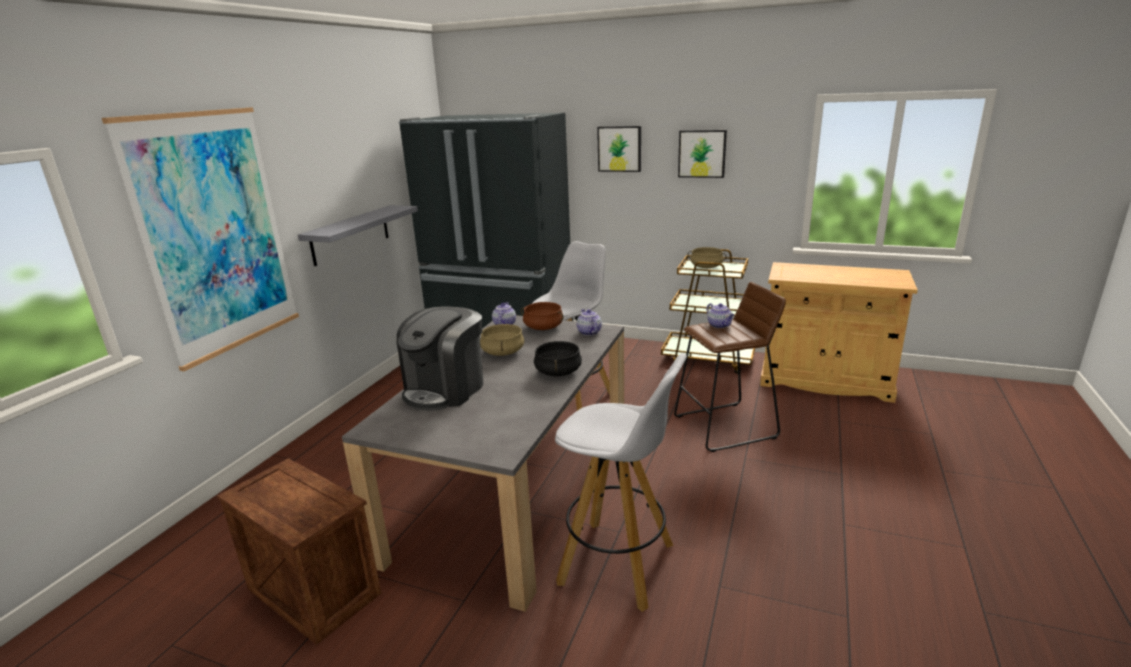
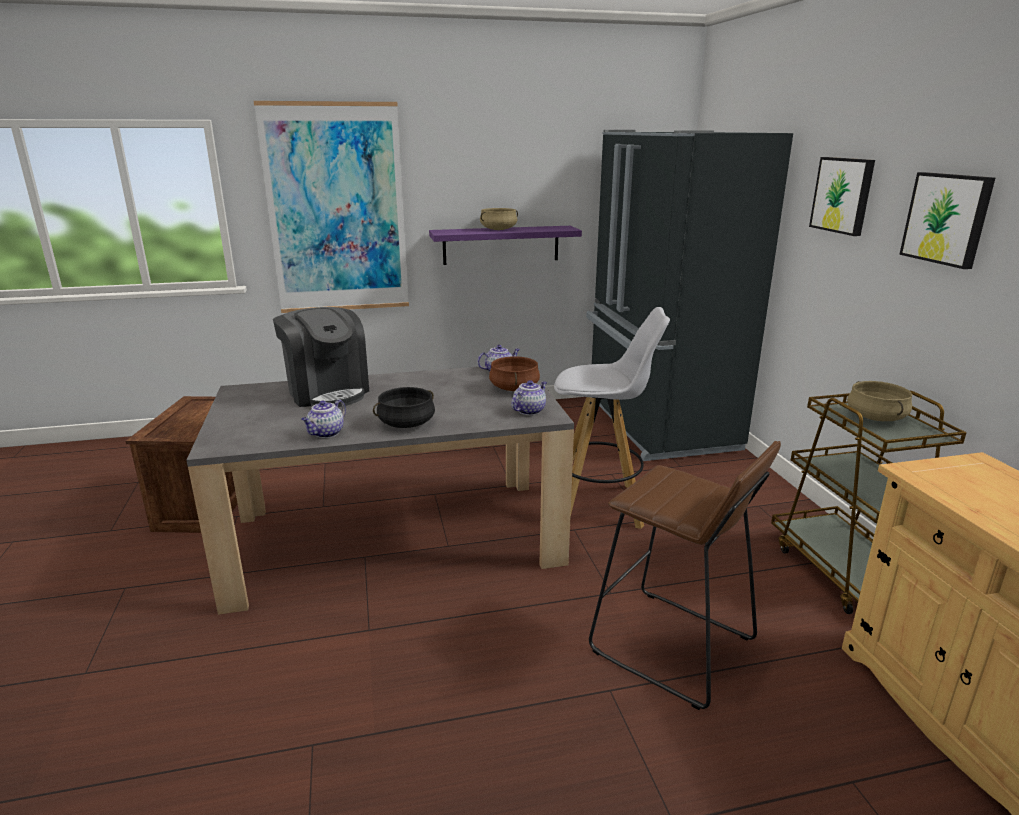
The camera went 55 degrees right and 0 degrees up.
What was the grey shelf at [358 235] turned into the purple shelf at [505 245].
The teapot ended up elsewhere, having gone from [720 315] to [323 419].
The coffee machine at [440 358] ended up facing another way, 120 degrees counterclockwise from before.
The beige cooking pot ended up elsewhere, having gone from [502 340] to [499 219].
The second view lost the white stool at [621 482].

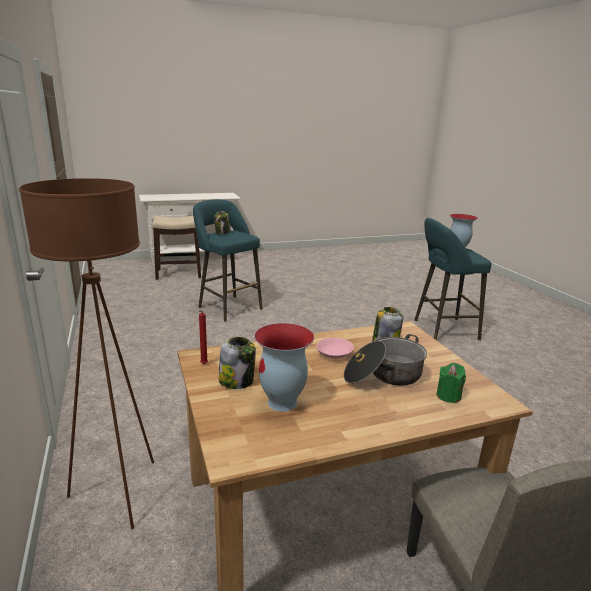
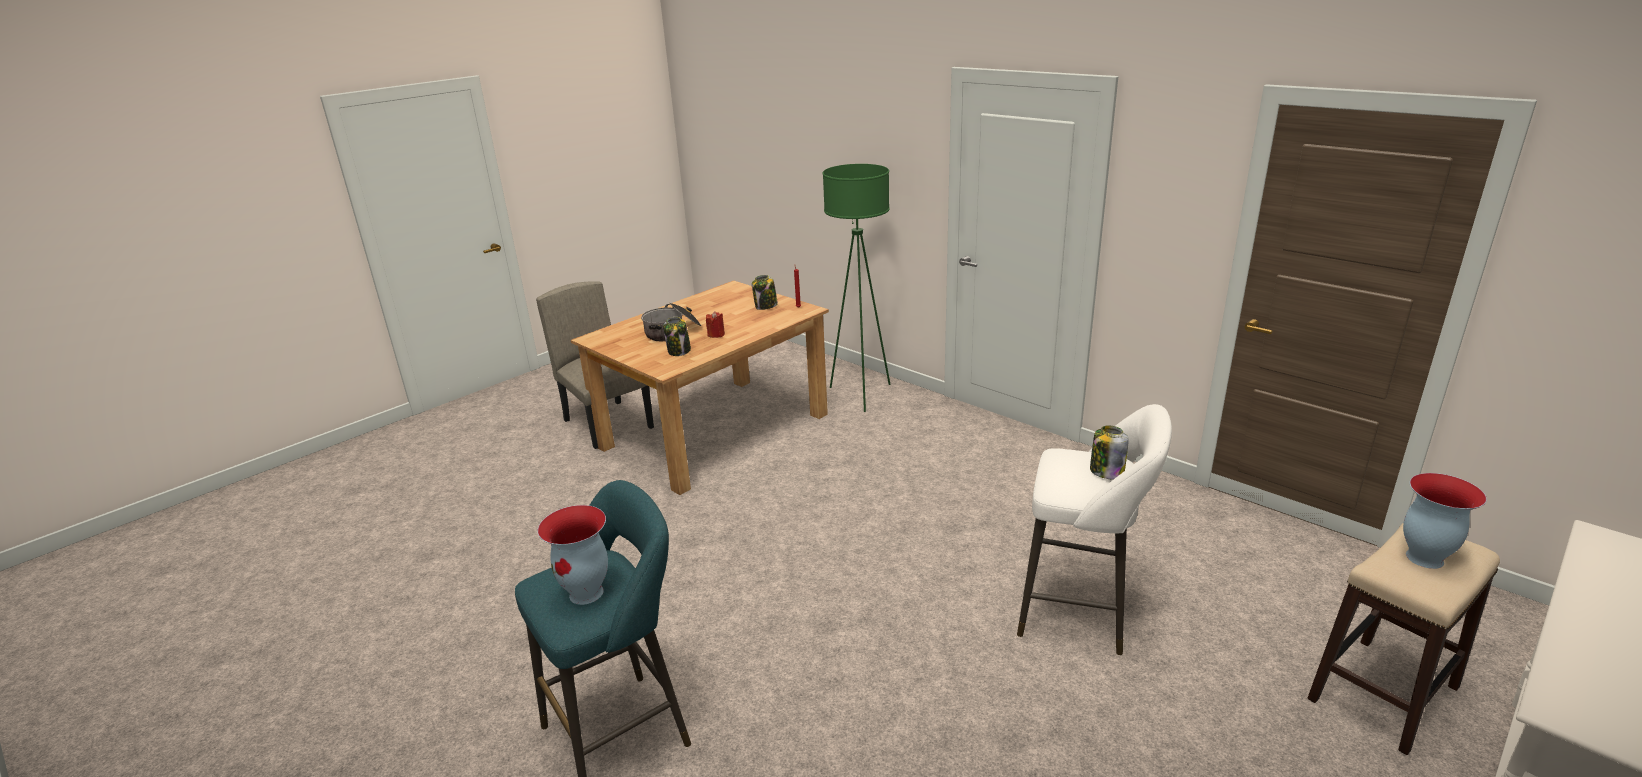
The camera went 155 degrees right and 5 degrees up.
What was the brown floor lamp at [86 353] turned into the green floor lamp at [856 288].
What was the turquoise stool at [228 260] turned into the white stool at [1094 529].
The vase ended up elsewhere, having gone from [284 367] to [1445 521].
Where the pink bowl stood at [335 348], the red candle came to stand at [715 324].
The second view lost the green candle at [451 383].

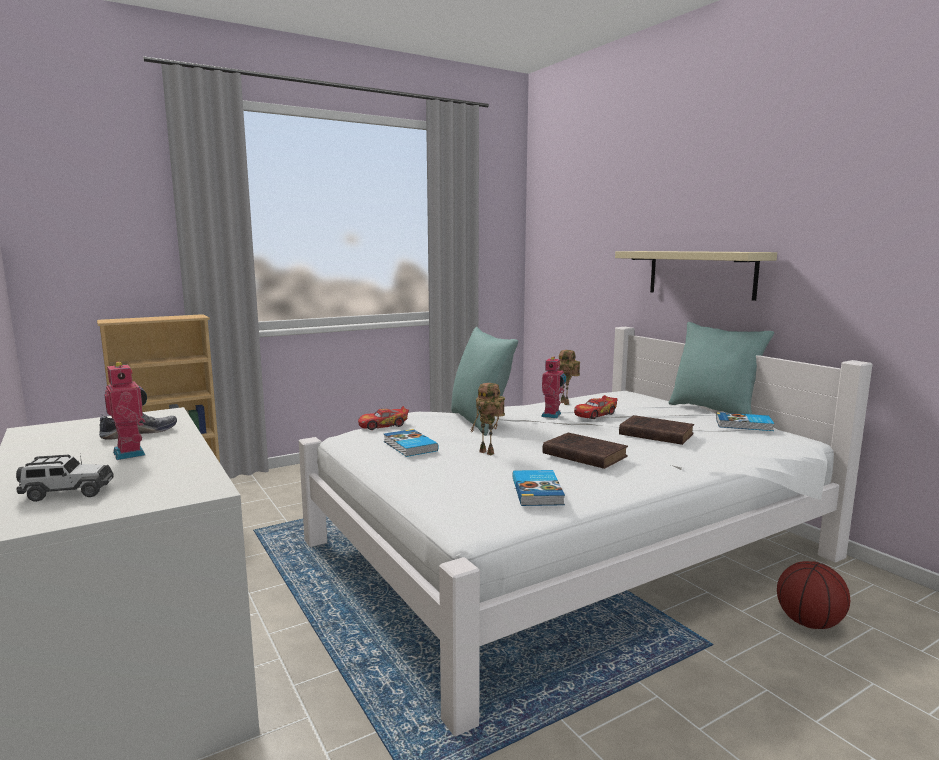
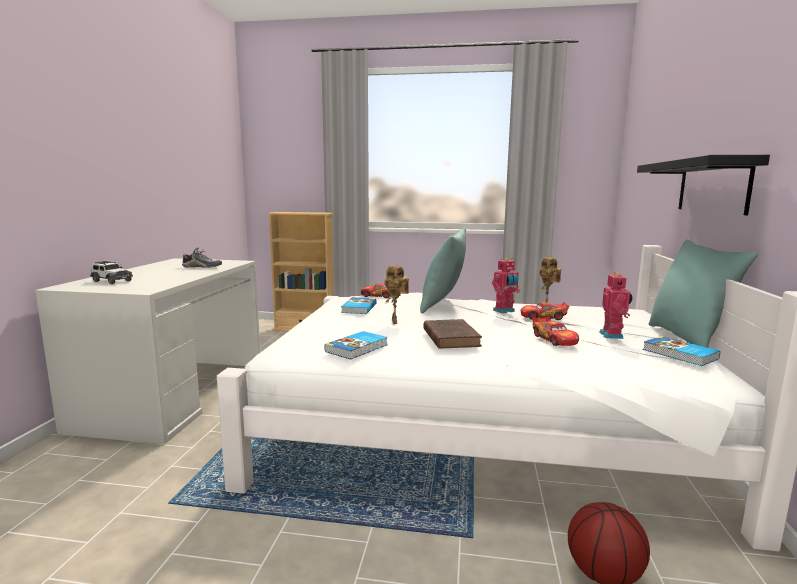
The camera went 40 degrees right and 0 degrees up.
What was the beige shelf at [696 276] turned into the black shelf at [703 185].
The toy robot ended up elsewhere, having gone from [126 411] to [616 305].
Where the brown book stood at [656 430], the toy car came to stand at [556 331].

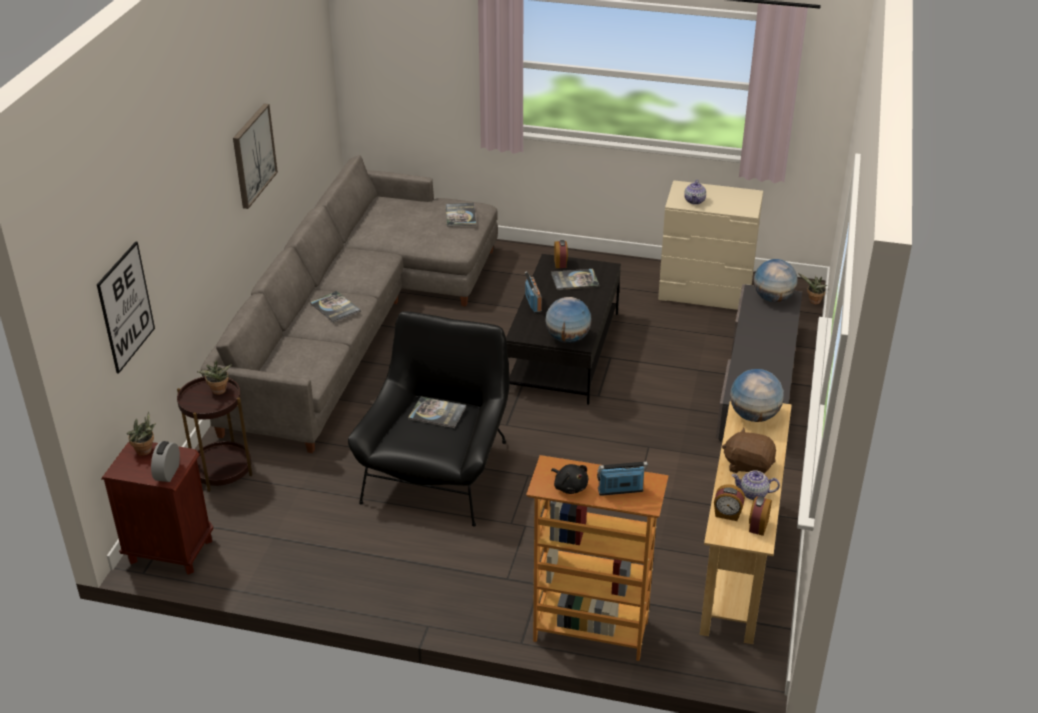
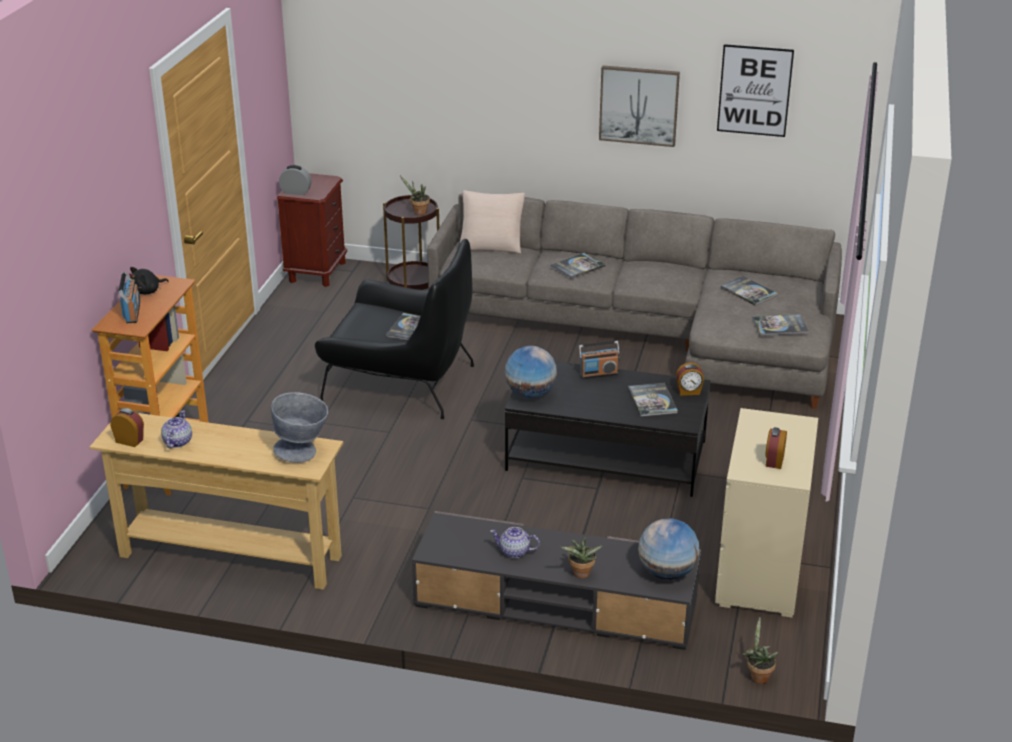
The camera went 90 degrees right and 5 degrees down.
The teapot ended up elsewhere, having gone from [695 192] to [515 542].
The picture ended up elsewhere, having gone from [126 307] to [755 90].
Where the globe stood at [757 395], the grey bowl came to stand at [299 427].
The potted plant ended up elsewhere, having gone from [141 434] to [581 557].
The second view lost the brown plush toy at [749 450].
The alarm clock ended up elsewhere, having gone from [729 502] to [776 448].
The second view gained the beige pillow at [492 222].
The second view gained the book at [749 291].

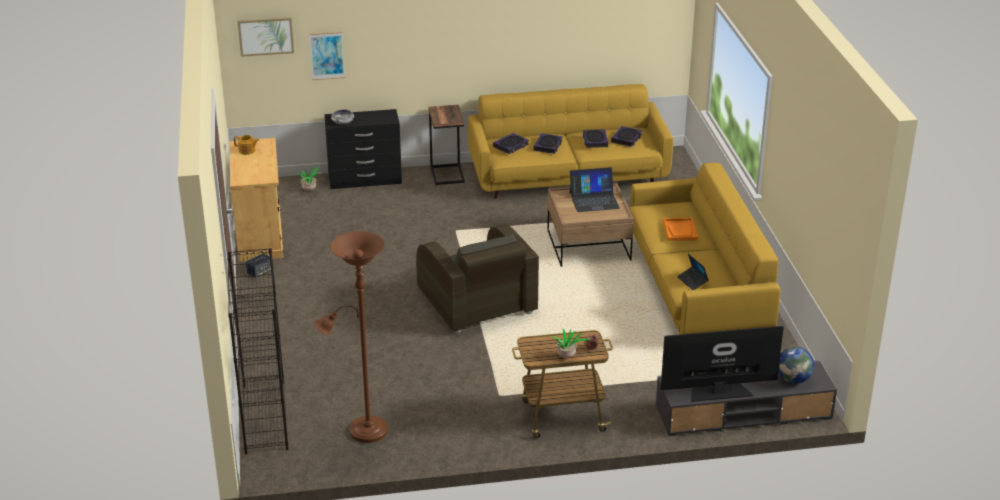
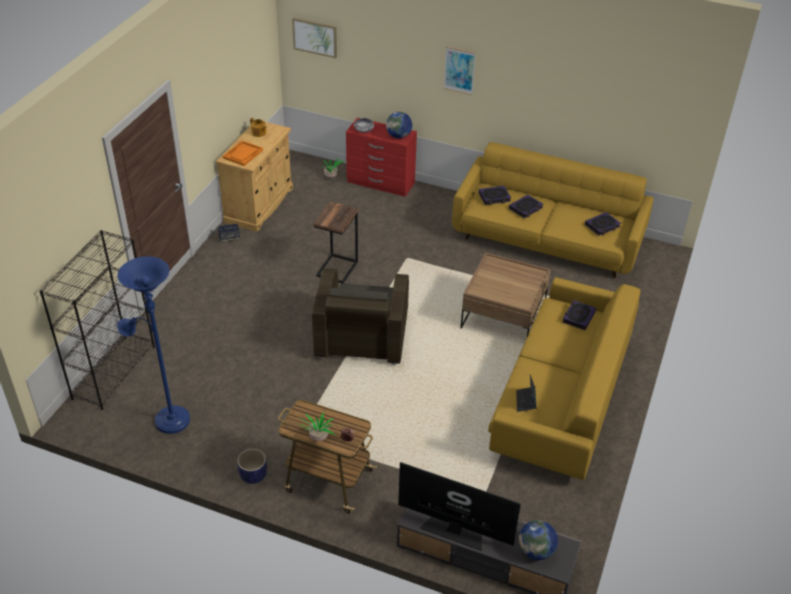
The camera went 30 degrees right and 10 degrees up.
The picture ended up elsewhere, having gone from [327 56] to [460 70].
The side table ended up elsewhere, having gone from [446 145] to [335 242].
What was the black dresser at [363 149] turned into the red dresser at [381 157].
The book ended up elsewhere, having gone from [595 138] to [579 315].
The second view lost the laptop at [595 189].
The orange tray ended up elsewhere, having gone from [680 229] to [243 153].
What was the brown floor lamp at [351 337] turned into the blue floor lamp at [153 345].
The second view gained the globe at [399 125].
The second view gained the planter at [252 466].

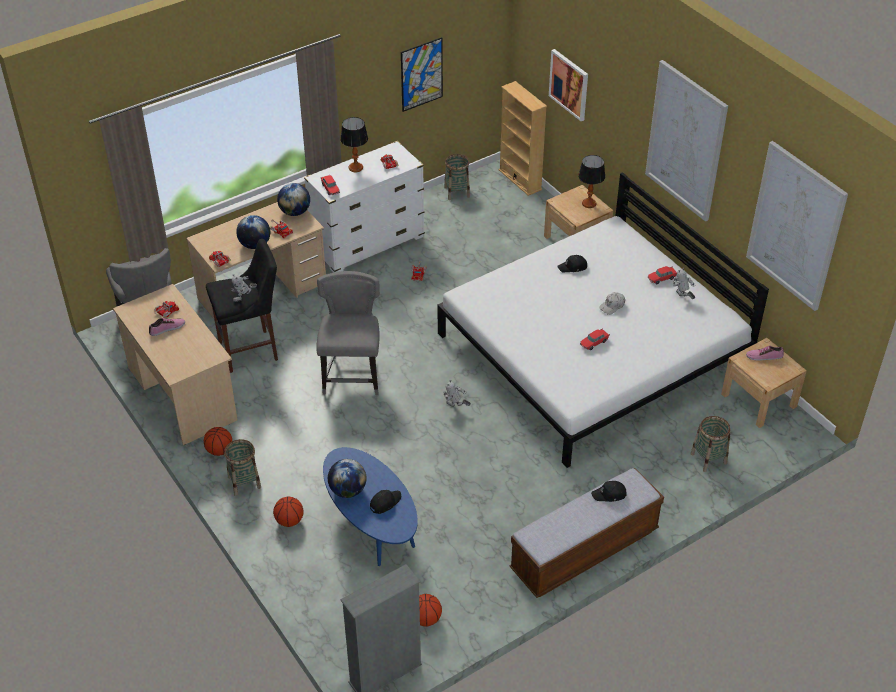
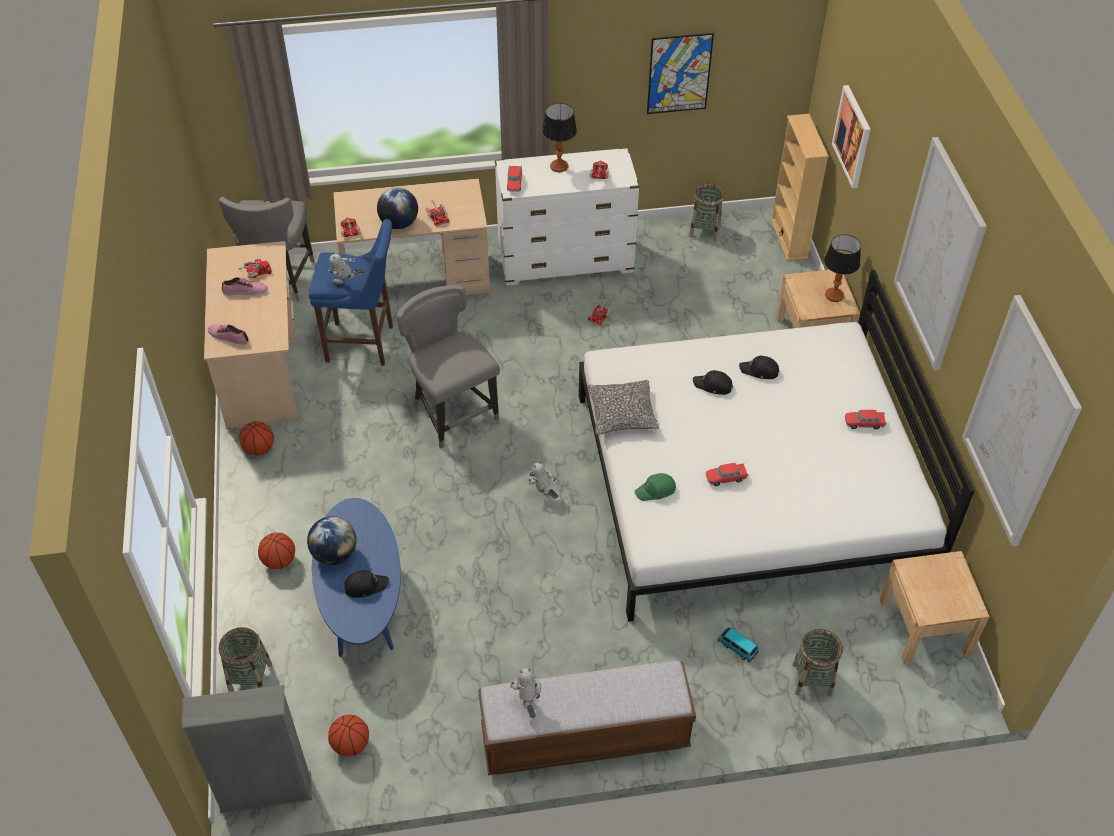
The camera went 25 degrees right and 5 degrees up.
The second view lost the globe at [293 199].
What was the black stool at [242 306] turned into the blue stool at [351 292].
The toy robot ended up elsewhere, having gone from [684 283] to [526 693].
The grey chair at [348 333] ended up facing another way, 60 degrees counterclockwise from before.
The second view lost the white cap at [612 303].
The shoe ended up elsewhere, having gone from [765 353] to [228 334].
The basket ended up elsewhere, having gone from [242 467] to [245 659].
The black cap ended up elsewhere, having gone from [609 491] to [713 382].
The second view gained the pillow at [623 407].
The second view gained the green cap at [655 487].
The second view gained the toy car at [738 644].

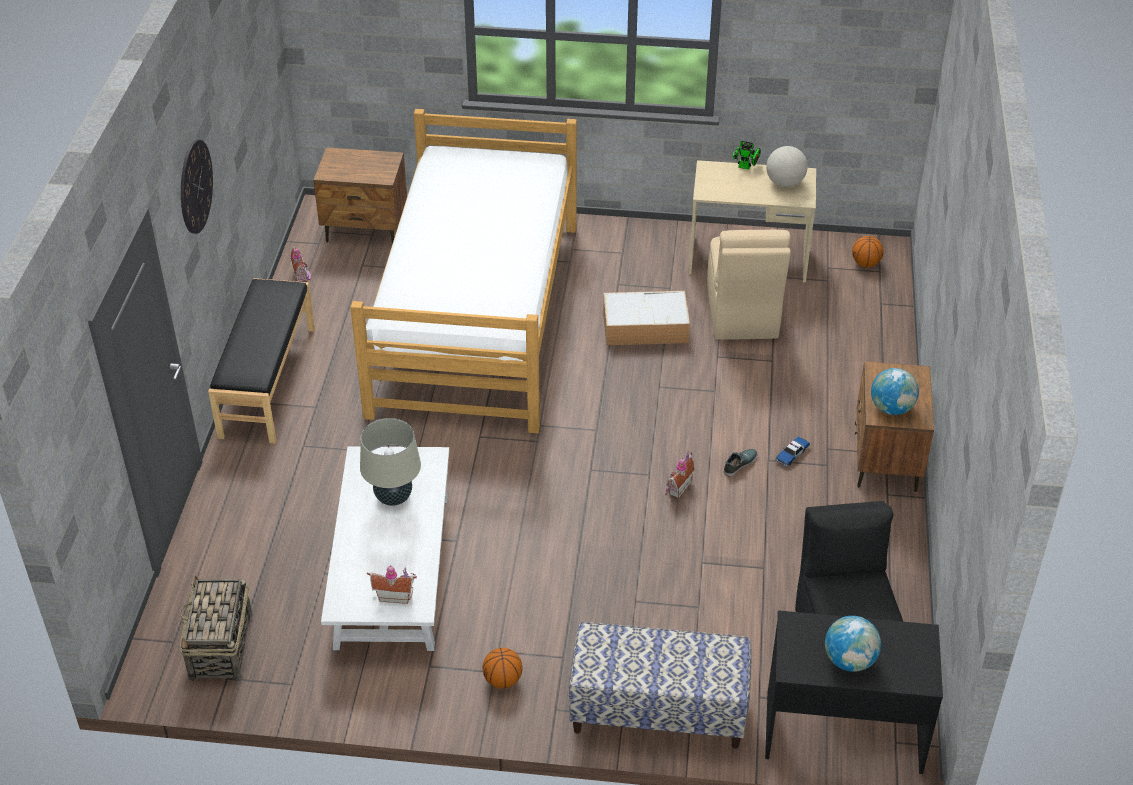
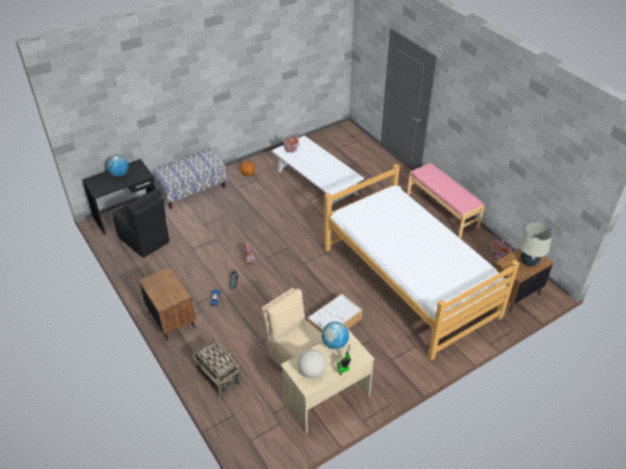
The camera went 140 degrees right and 0 degrees up.
The second view lost the wall clock at [197 187].
The second view lost the basketball at [868 251].
What was the black bench at [261 361] turned into the pink bench at [446 200].
The globe ended up elsewhere, having gone from [895 391] to [335 335].
The beige table lamp ended up elsewhere, having gone from [390 462] to [535 244].
The basket ended up elsewhere, having gone from [216 628] to [216 367].

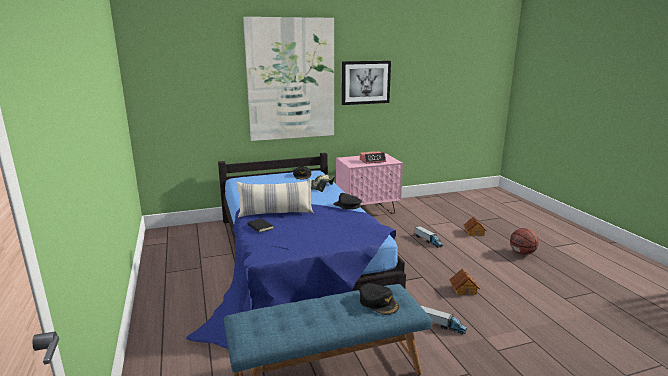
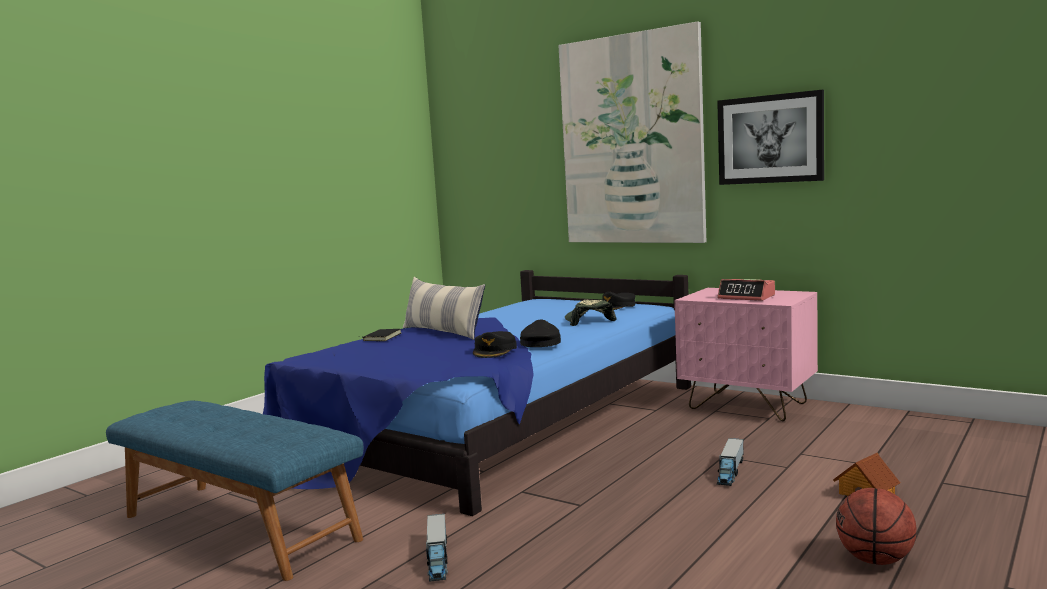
The camera went 55 degrees right and 10 degrees down.
The second view lost the toy house at [465 282].
The black cap ended up elsewhere, having gone from [379 299] to [495 344].

